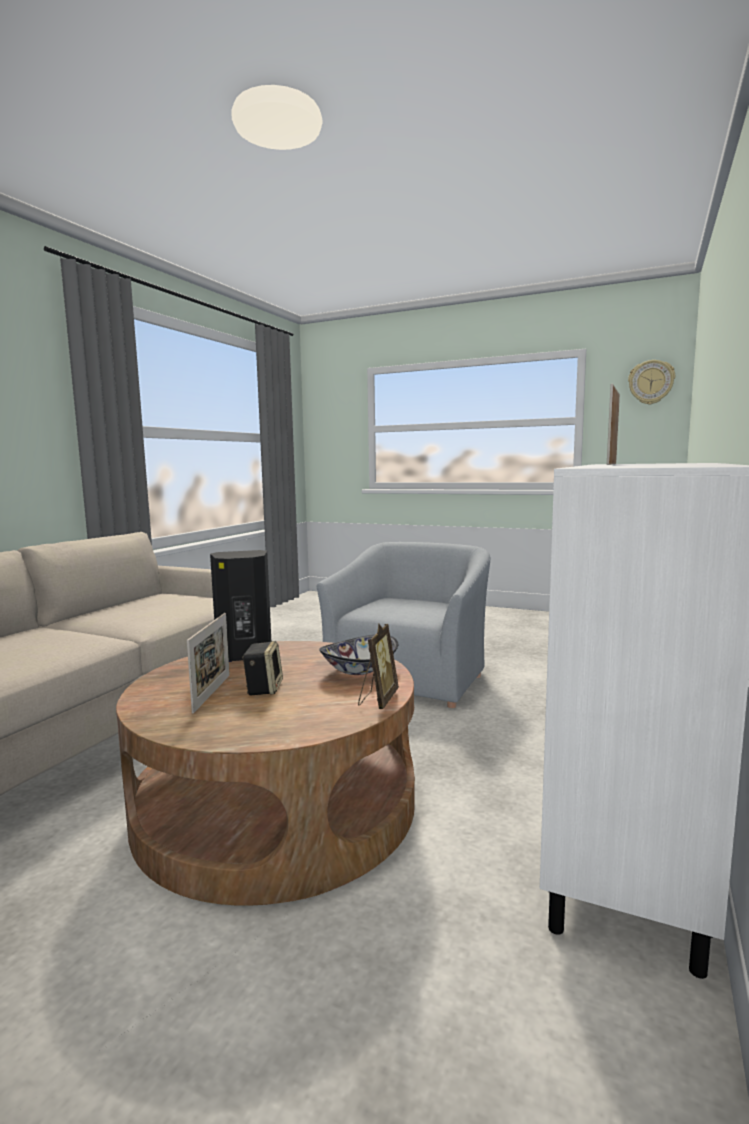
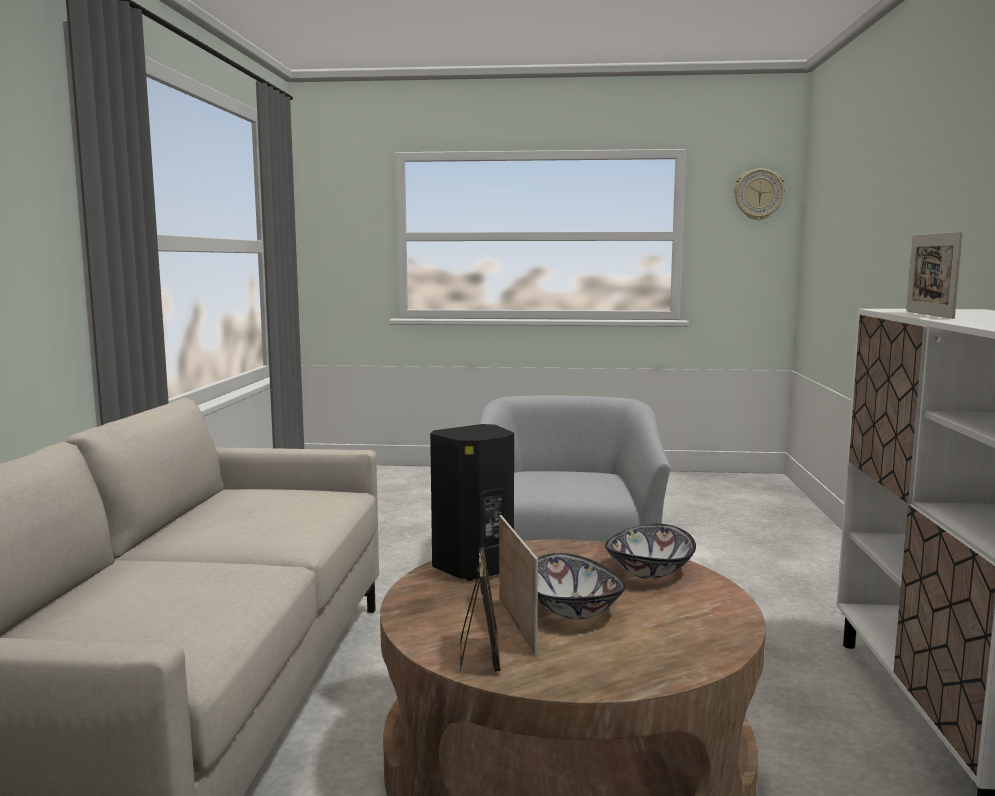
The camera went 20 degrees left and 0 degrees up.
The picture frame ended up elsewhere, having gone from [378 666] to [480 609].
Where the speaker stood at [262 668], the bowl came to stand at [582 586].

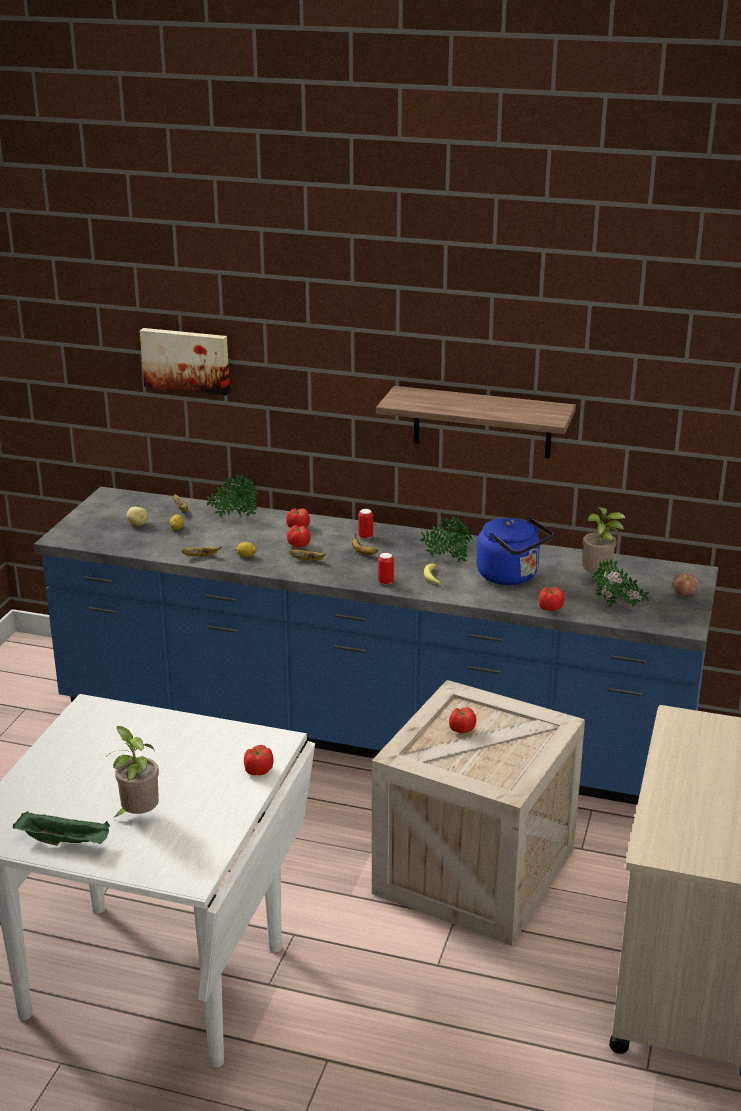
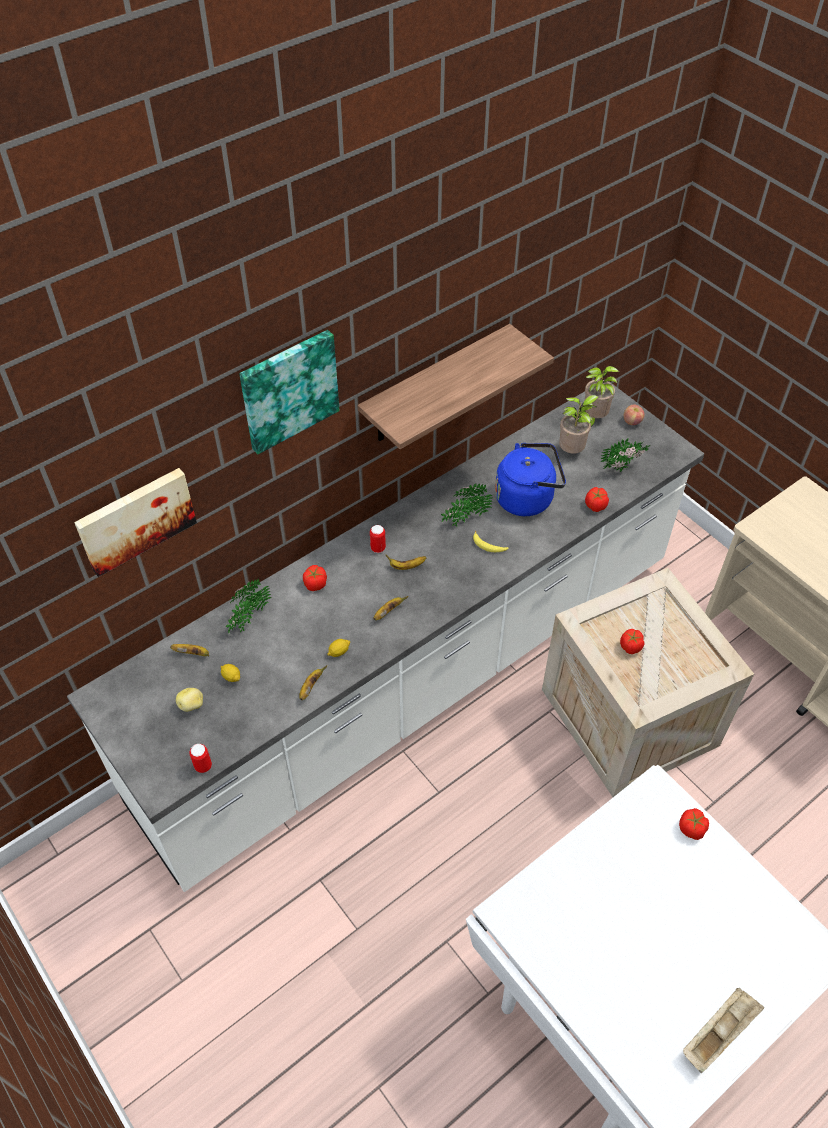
The camera went 55 degrees left and 25 degrees up.
What was the blue counter at [376 646] turned into the white counter at [385 636].
The second view lost the tomato at [298 536].
The can ended up elsewhere, having gone from [386 569] to [200 758].
The potted plant ended up elsewhere, having gone from [132 771] to [602 396].
What was the green tray at [61 828] turned into the beige tray at [723 1030].
The second view gained the picture at [289 392].

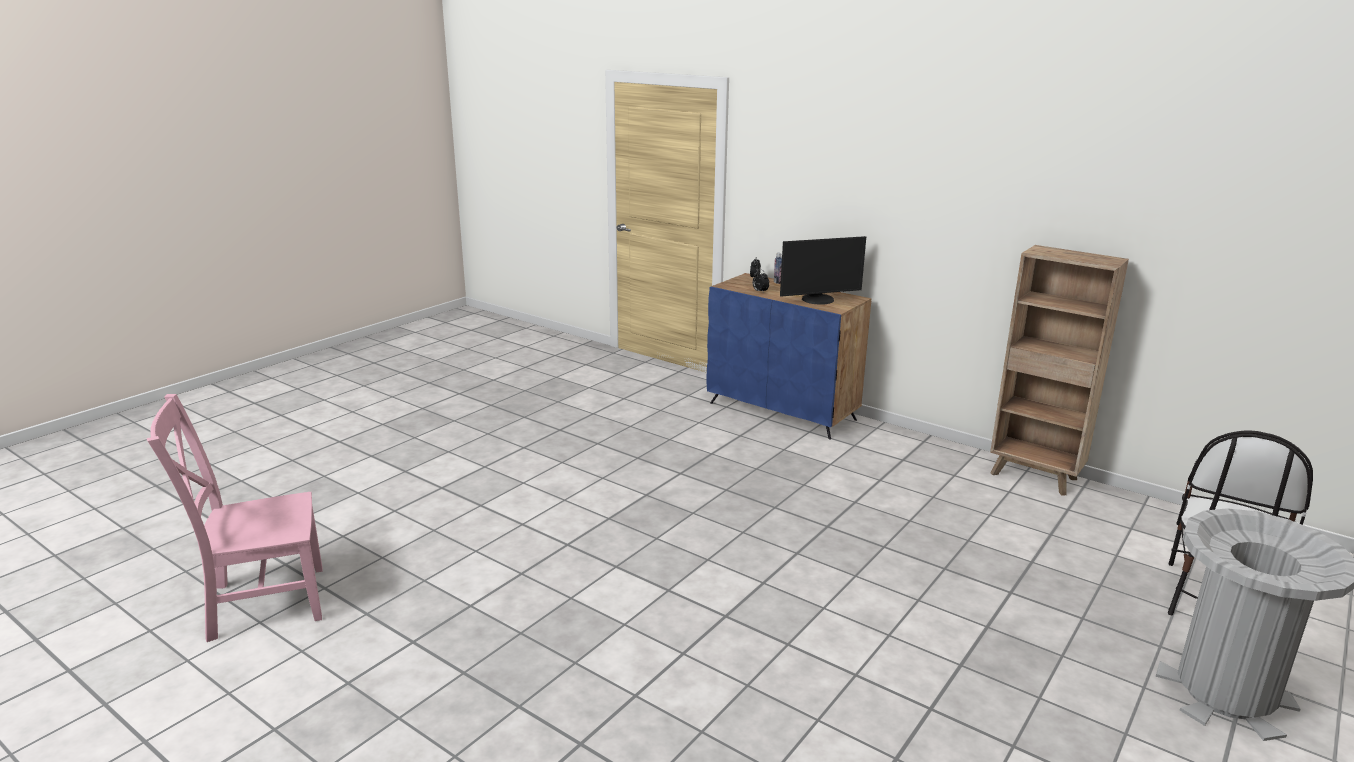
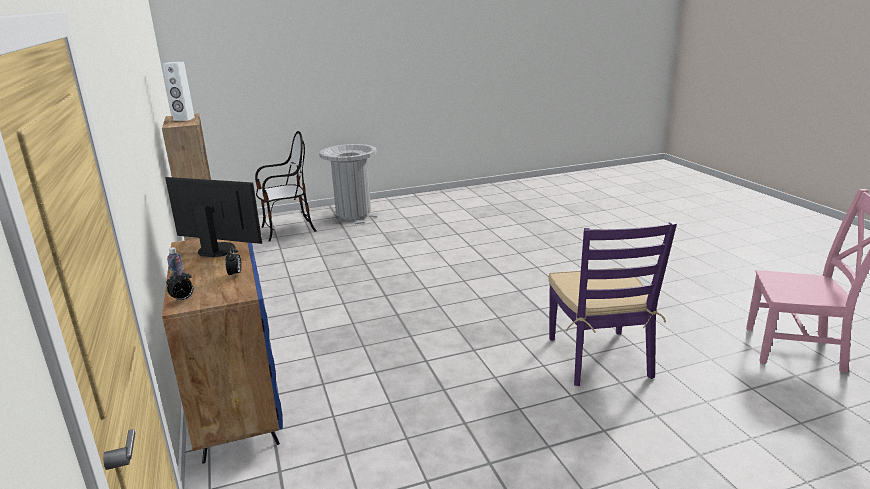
The camera went 145 degrees left and 0 degrees up.
The second view gained the white speaker at [179 91].
The second view gained the purple chair at [612 303].

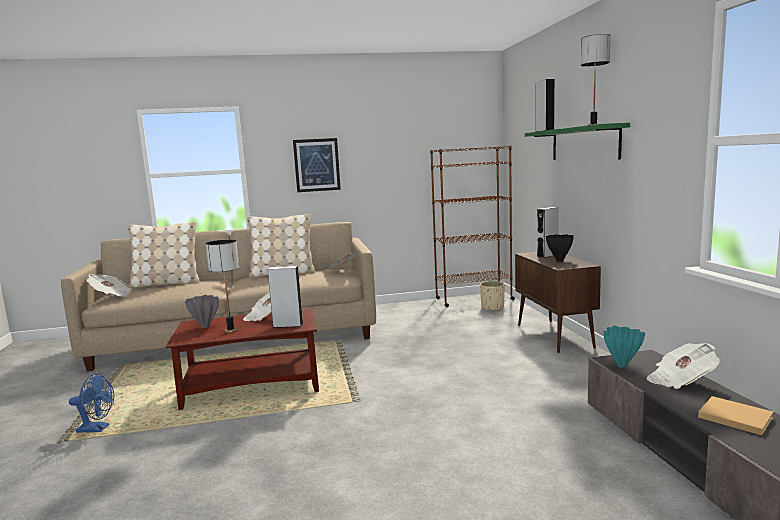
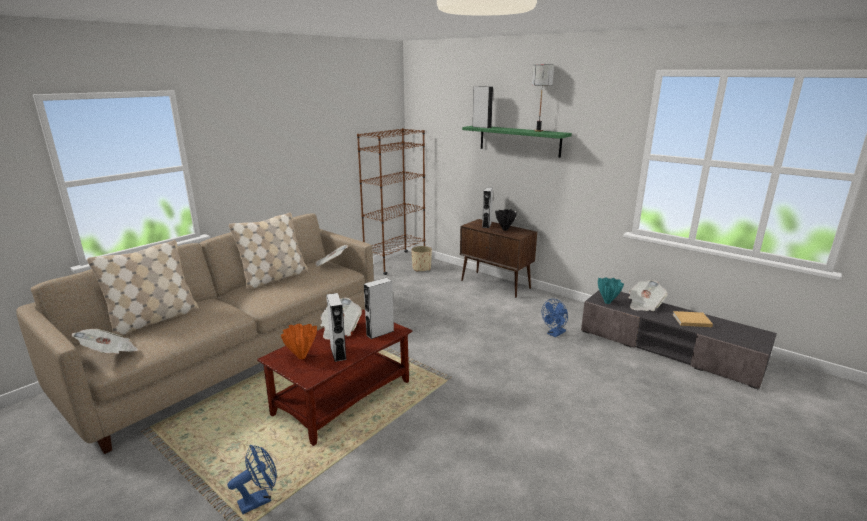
The camera went 40 degrees left and 10 degrees up.
The second view lost the picture at [317 165].
Where the table lamp stood at [222 286], the grey speaker came to stand at [336 327].
What was the grey vase at [202 311] turned into the orange vase at [299 341].
The second view gained the blue fan at [555 318].

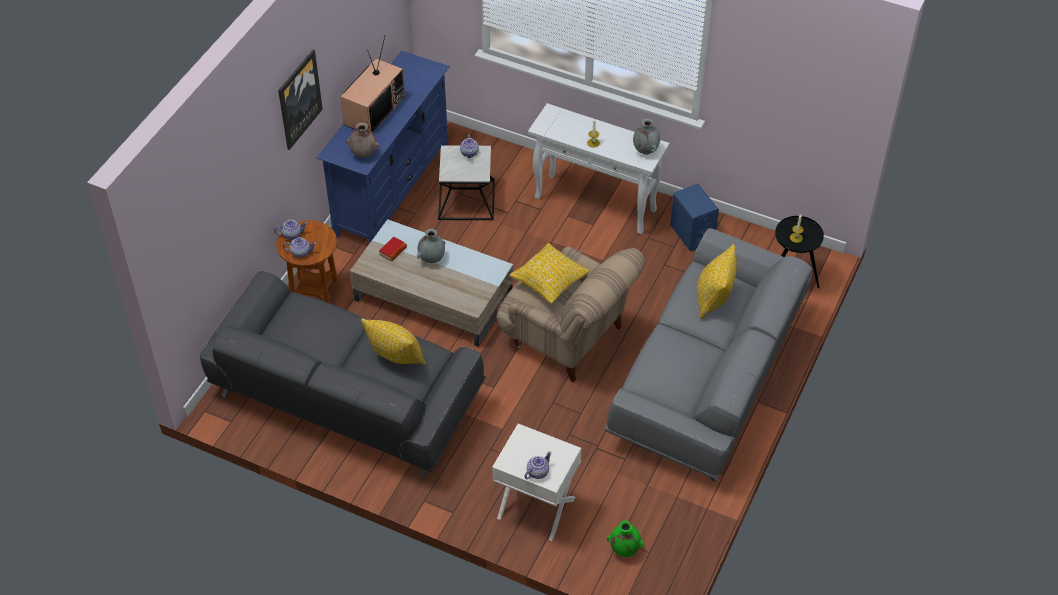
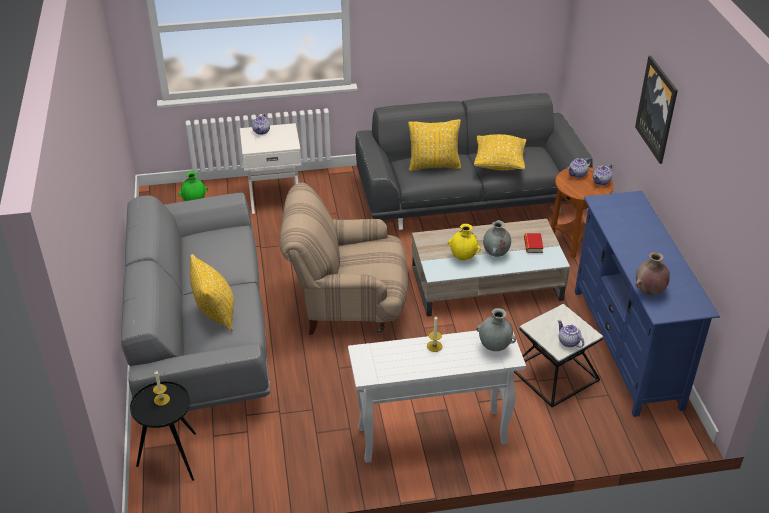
The camera went 145 degrees right and 10 degrees down.
The second view lost the television at [373 83].
The grey vase ended up elsewhere, having gone from [646 136] to [496 329].
The brown vase ended up elsewhere, having gone from [363 140] to [652 273].
The second view lost the blue speaker at [694 217].
The yellow pillow ended up elsewhere, having gone from [549 273] to [500 152].
The second view gained the yellow vase at [464 242].

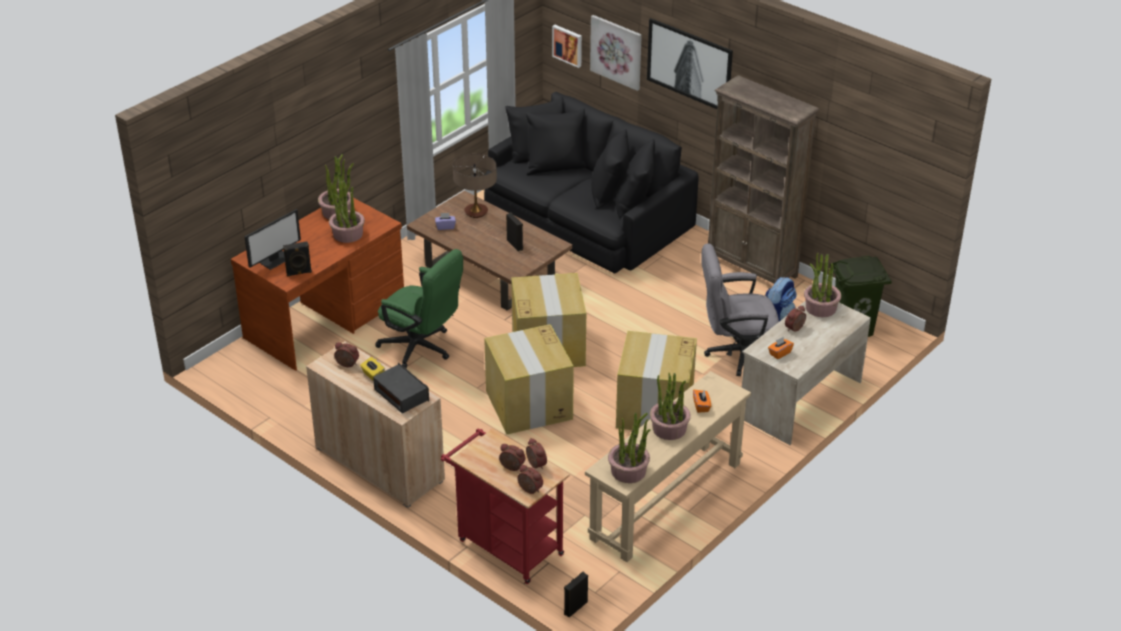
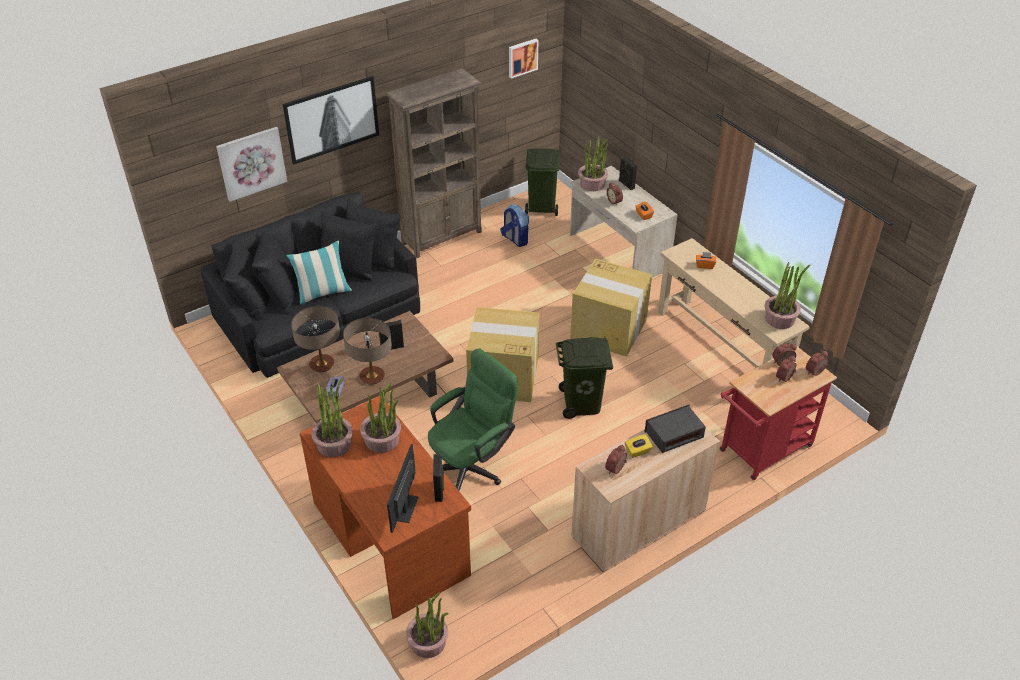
The camera went 75 degrees left and 5 degrees up.
The picture ended up elsewhere, having gone from [567 46] to [523 59].
The monitor at [272 239] ended up facing another way, 135 degrees counterclockwise from before.
The second view lost the grey office chair at [740 309].
Where the cardboard box stood at [529 379], the green trash can came to stand at [584 378].
The potted plant ended up elsewhere, having gone from [670 406] to [427 625].
The black speaker ended up elsewhere, having gone from [576 594] to [628 173].
The second view gained the pillow at [319 272].
The second view gained the table lamp at [367 351].

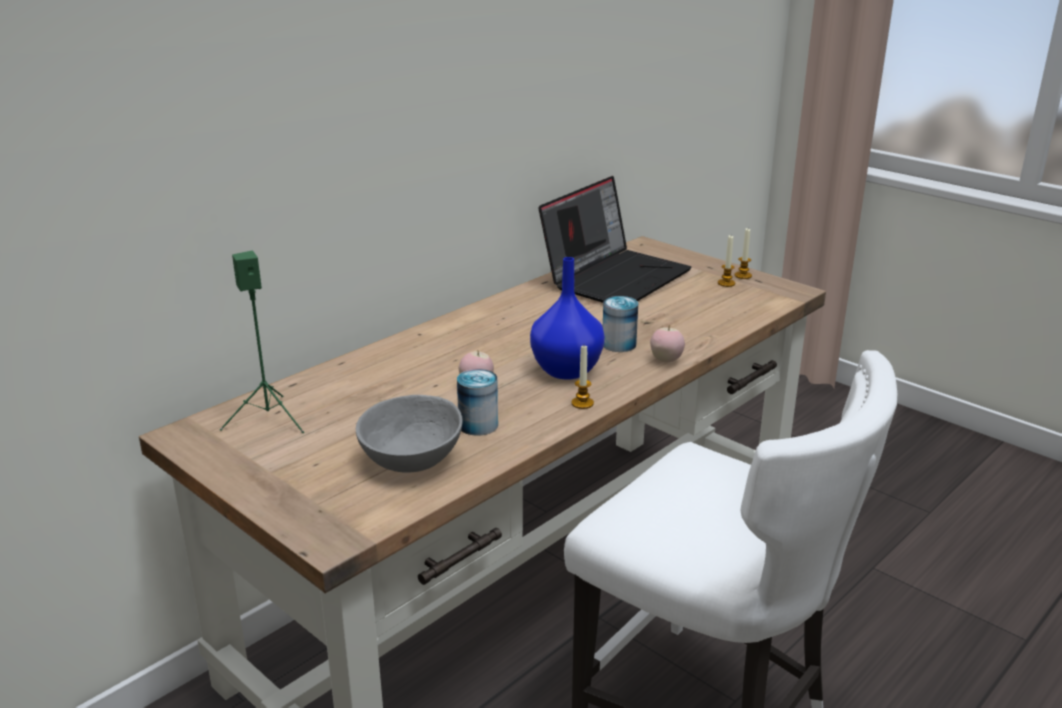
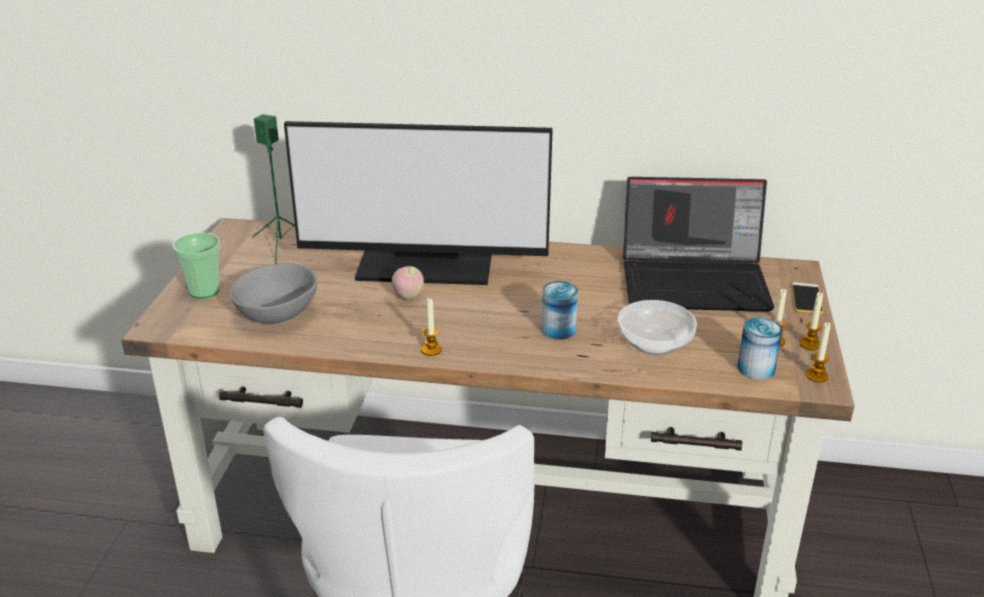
The camera went 55 degrees right and 5 degrees up.
The second view lost the blue vase at [567 318].
The second view lost the apple at [667 343].
The can ended up elsewhere, having gone from [477 402] to [760 348].
The second view gained the monitor at [418 203].
The second view gained the cup at [196 265].
The second view gained the phone at [807 298].
The second view gained the bowl at [657 328].
The second view gained the candle at [818 352].

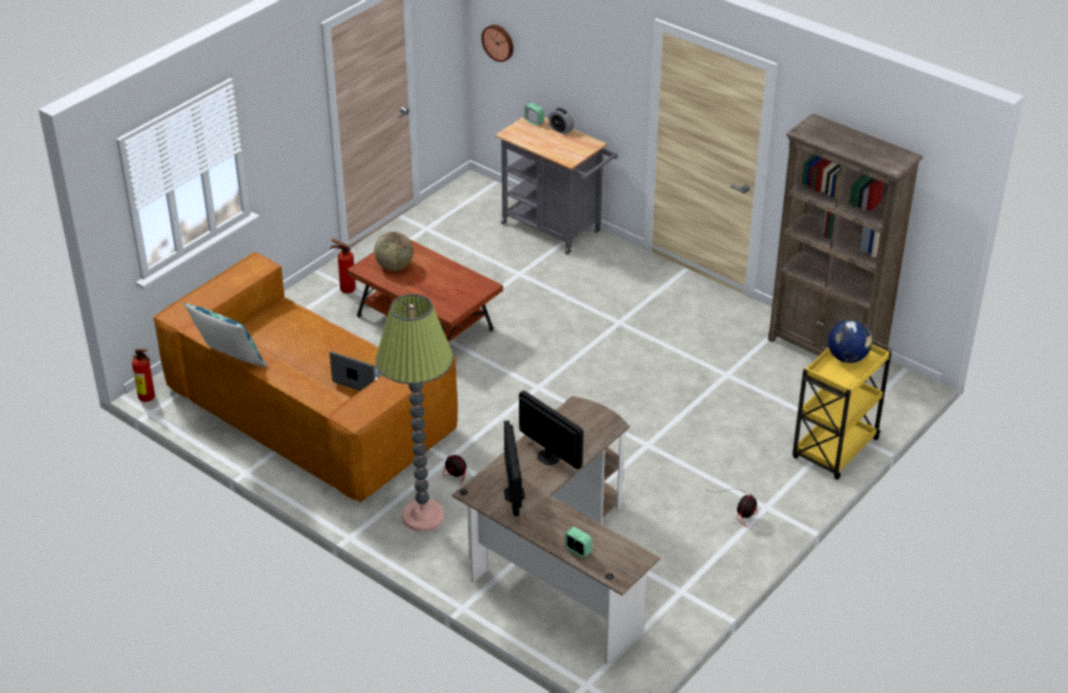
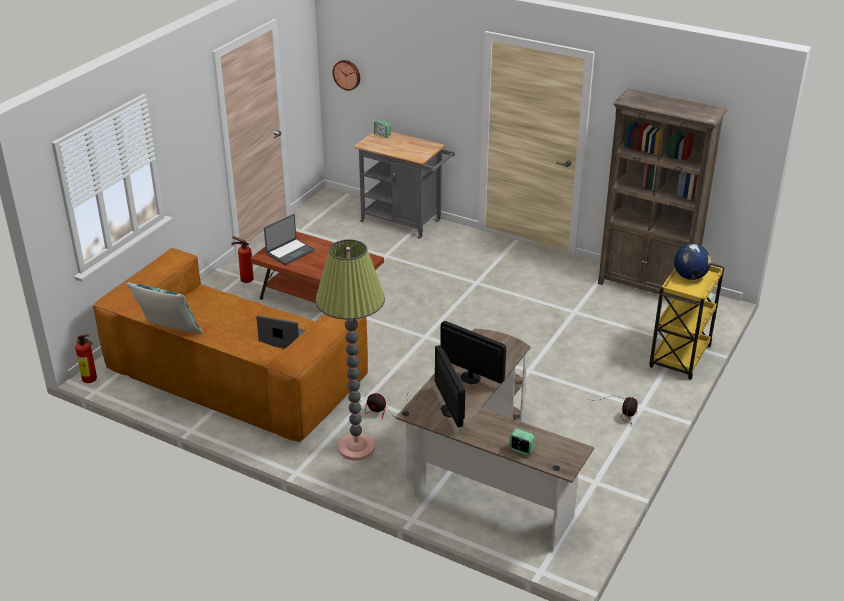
The camera went 10 degrees left and 5 degrees down.
The second view lost the alarm clock at [561 121].
Where the globe stood at [393 251], the laptop came to stand at [289 239].

